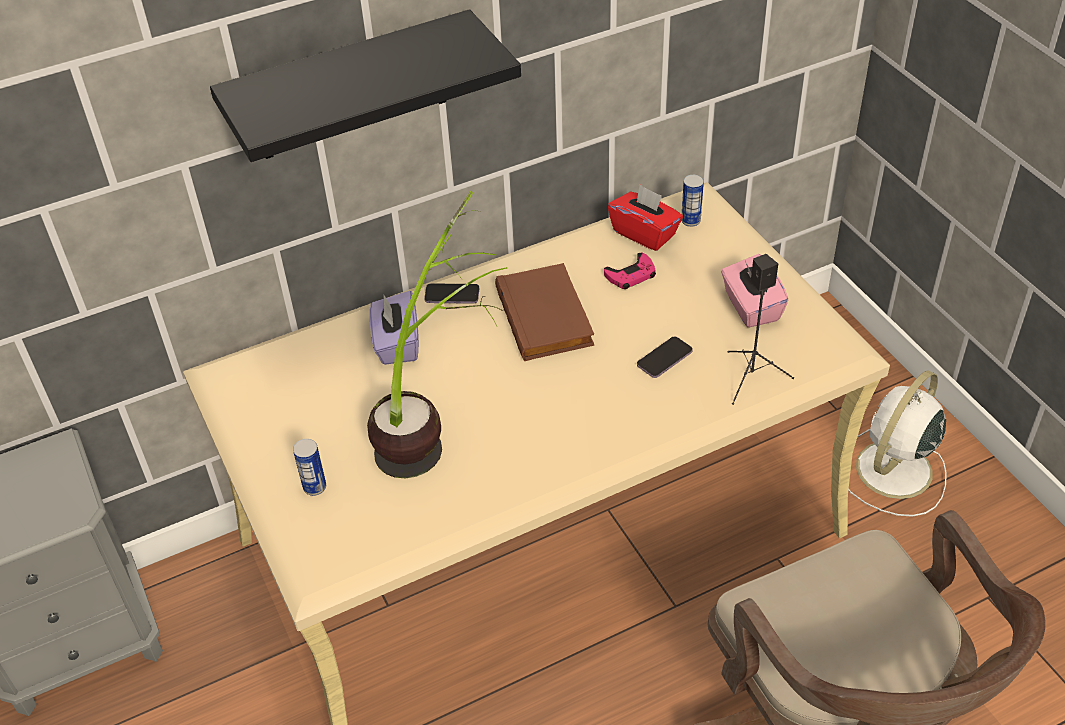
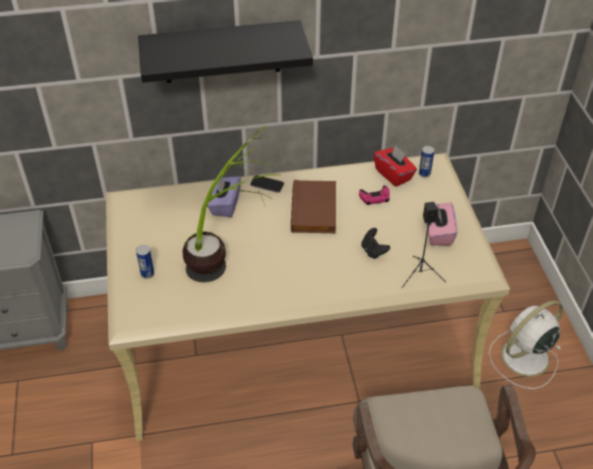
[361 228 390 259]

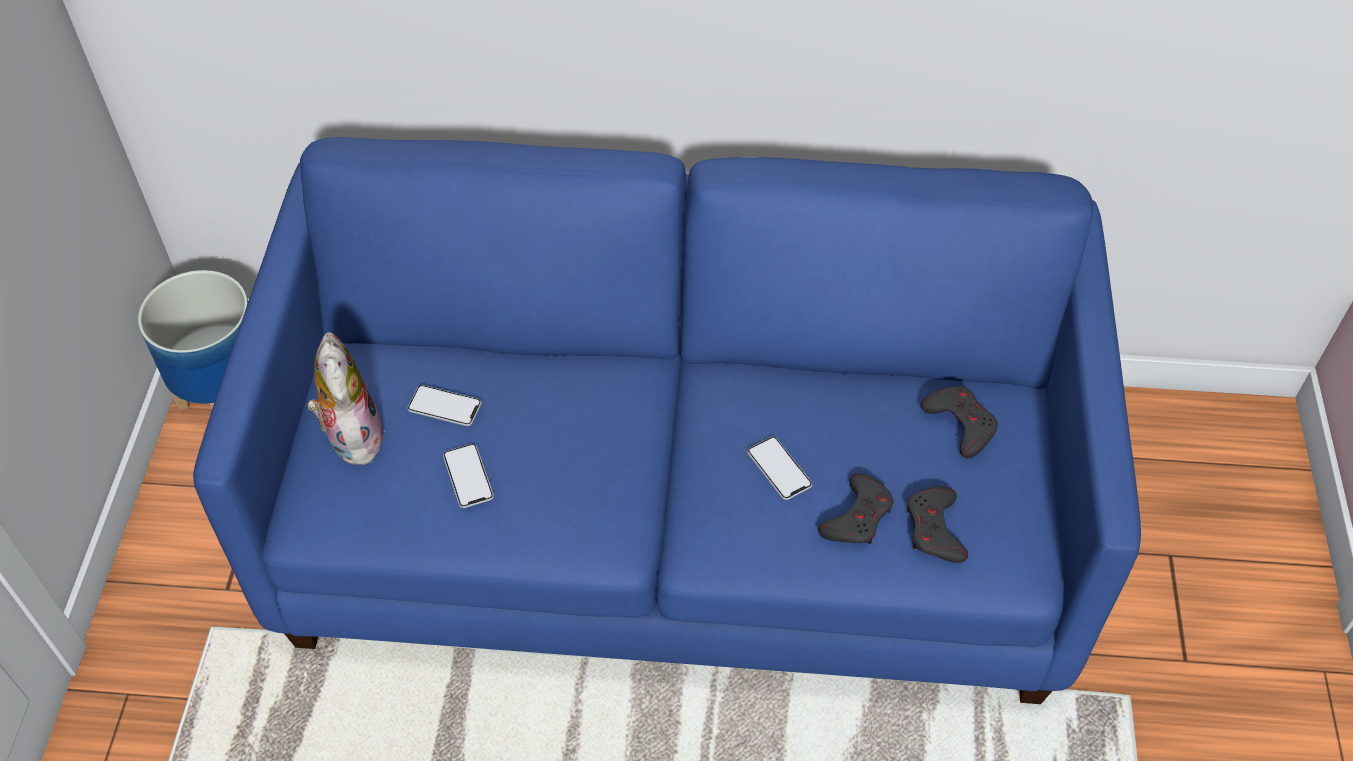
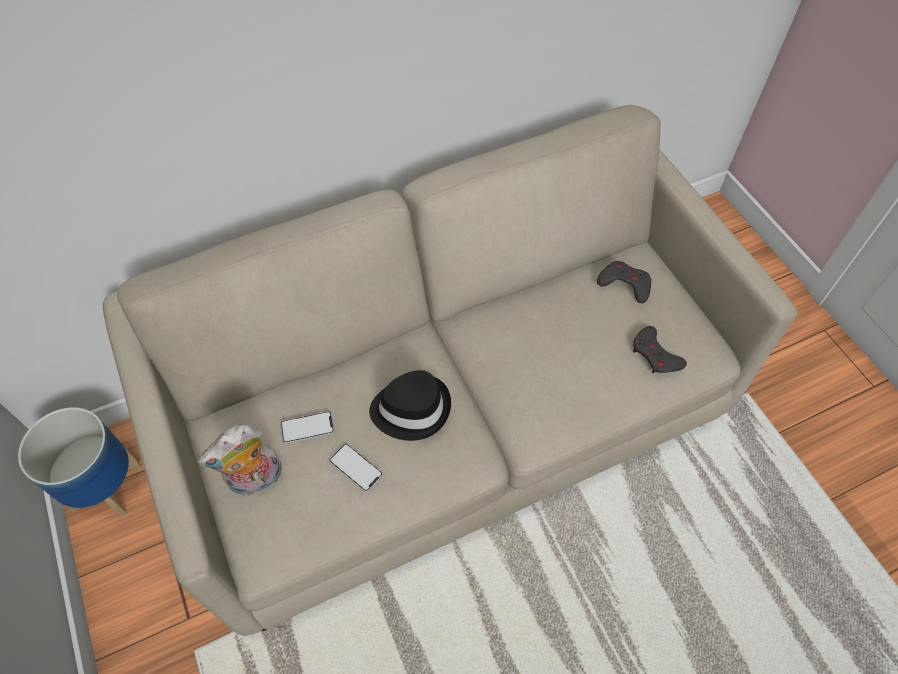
[103 105 798 636]
[198 424 282 496]
[747 437 812 500] (first image)
[818 473 894 544] (first image)
[369 370 451 441]

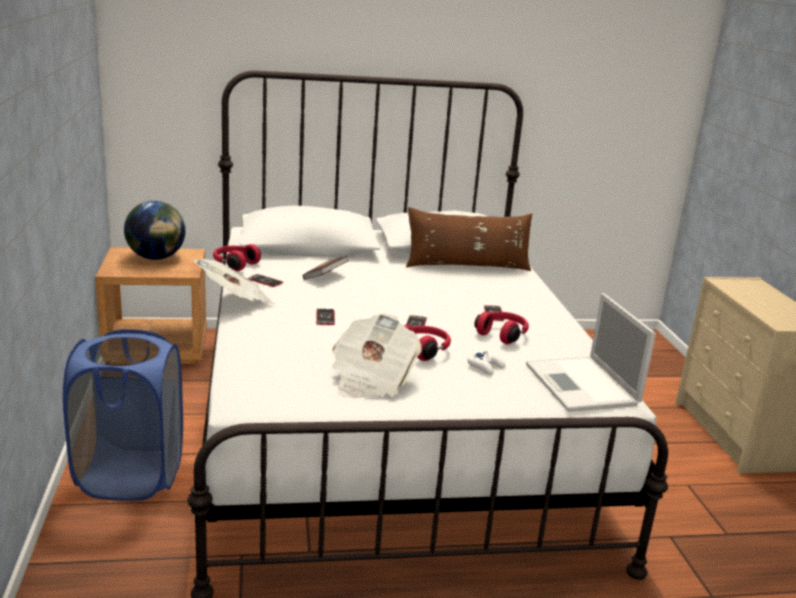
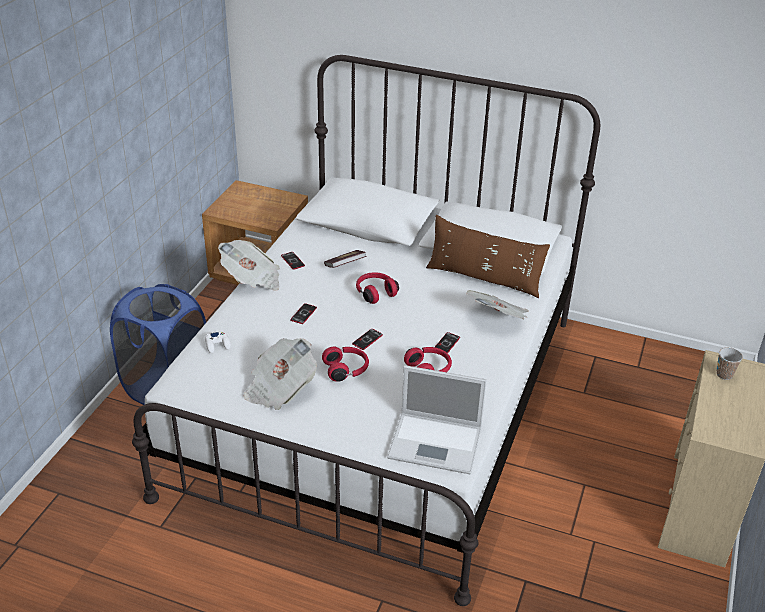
[124 201 185 260] (first image)
[356 272 399 304]
[205 331 231 353]
[387 365 487 474]
[466 290 529 320]
[717 347 743 380]

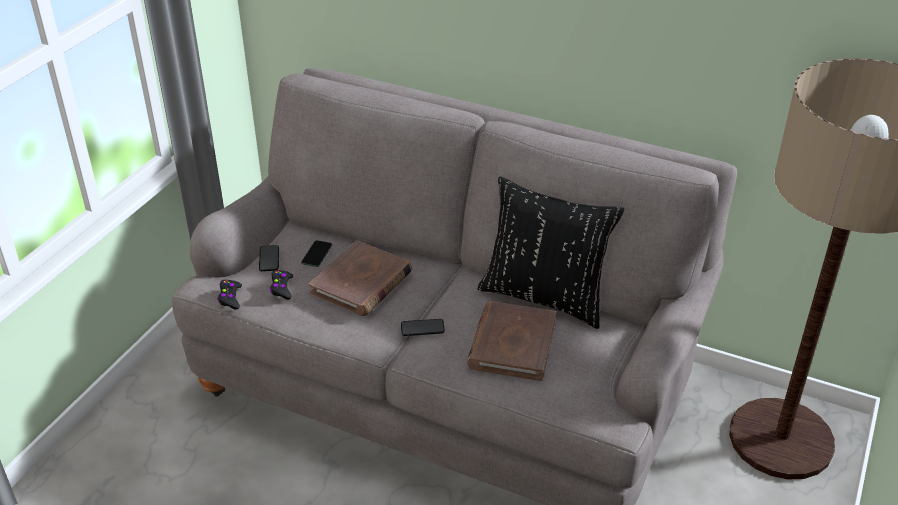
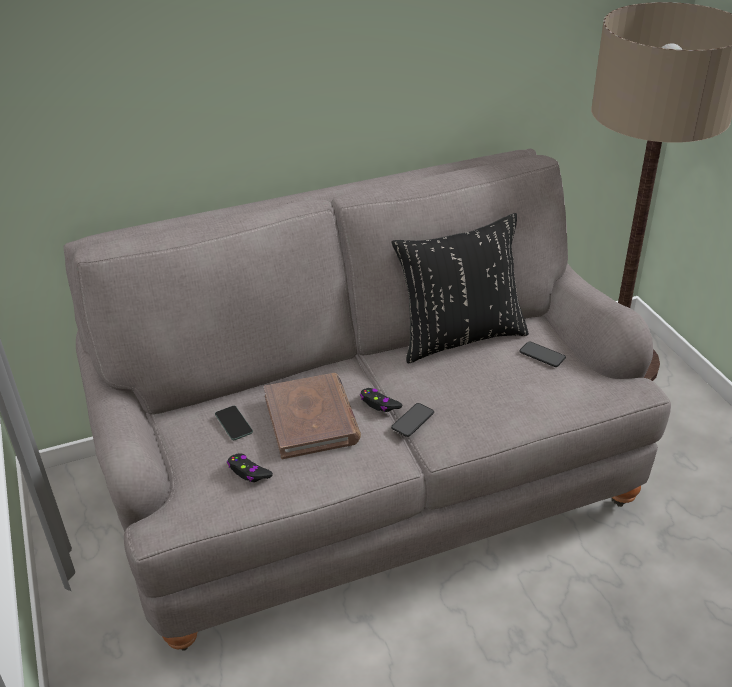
[360 388 402 412]
[519 341 566 367]
[467 301 557 381] (first image)

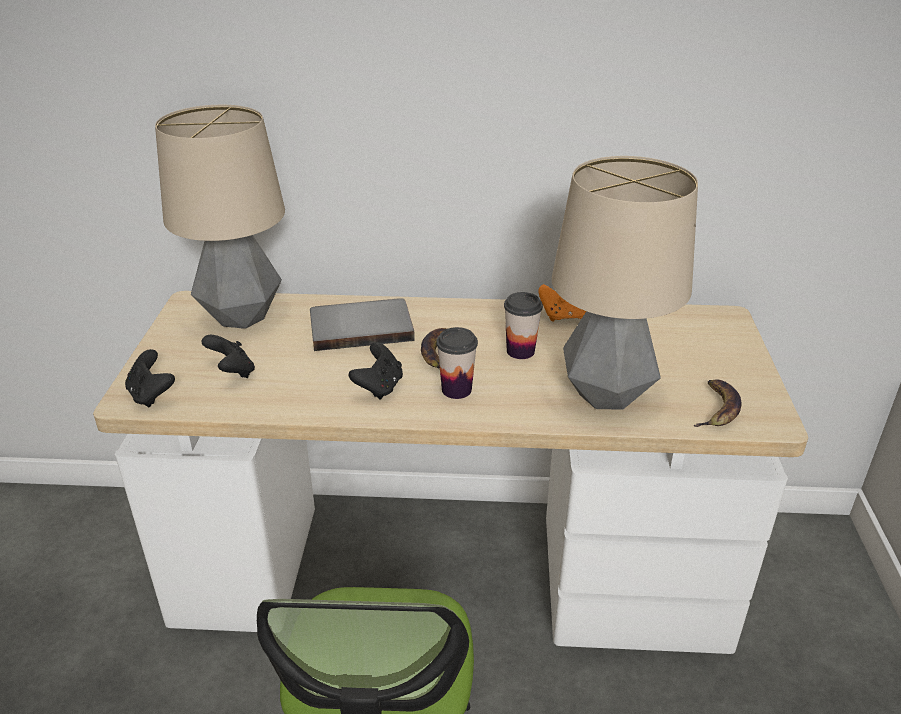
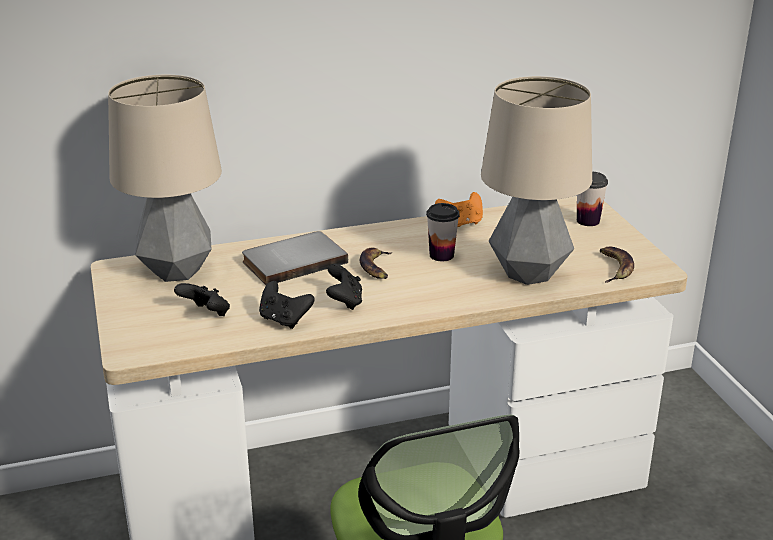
[259 281 315 329]
[577 172 608 226]

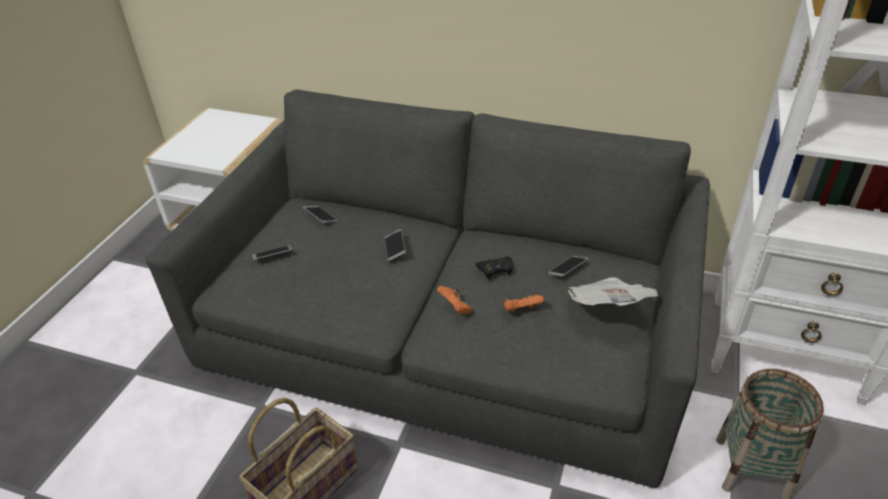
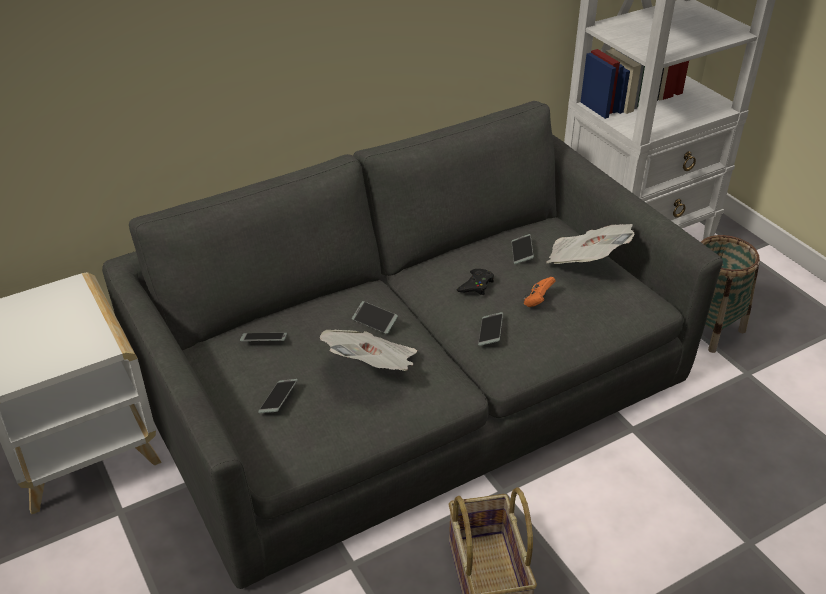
[478 312 503 346]
[320 330 417 371]

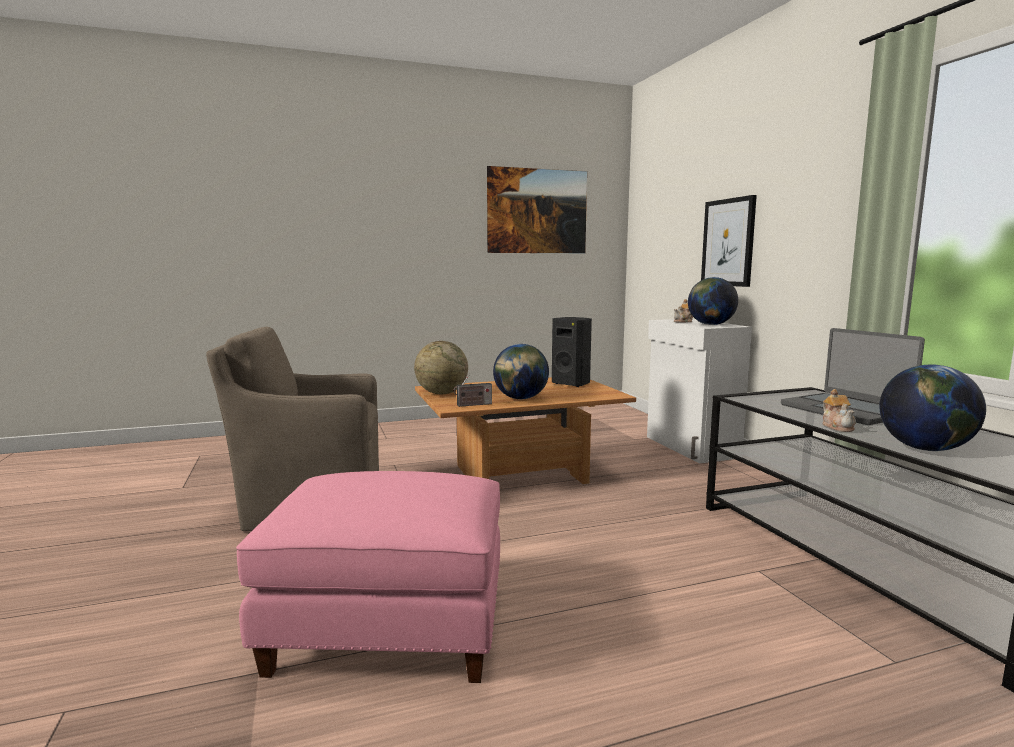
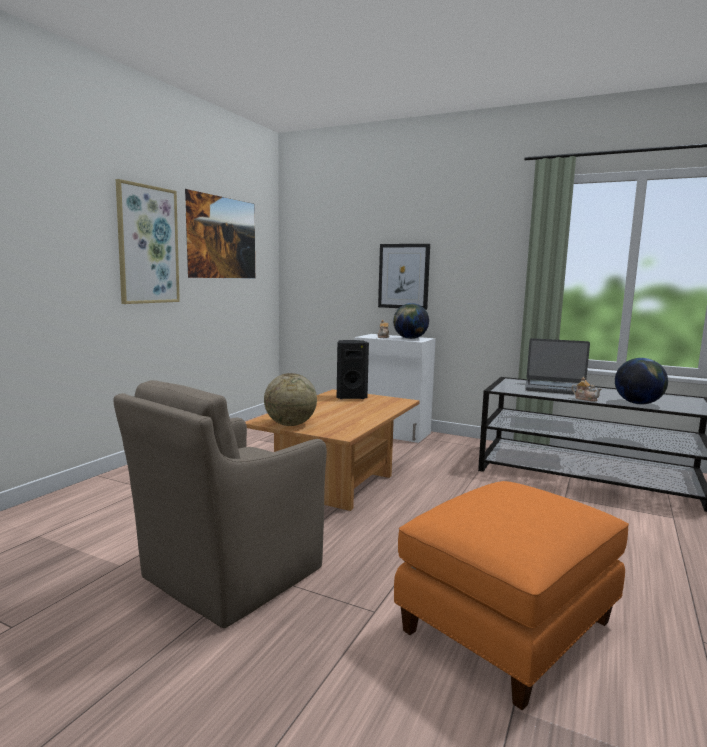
[394 481 629 710]
[453 374 492 407] (first image)
[493 344 549 399] (first image)
[116 179 180 304]

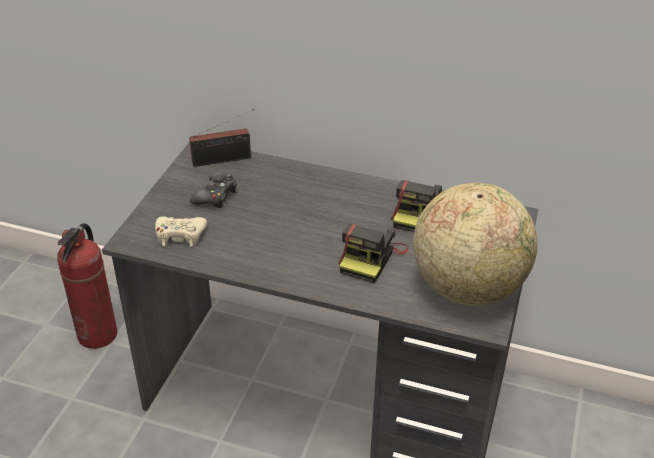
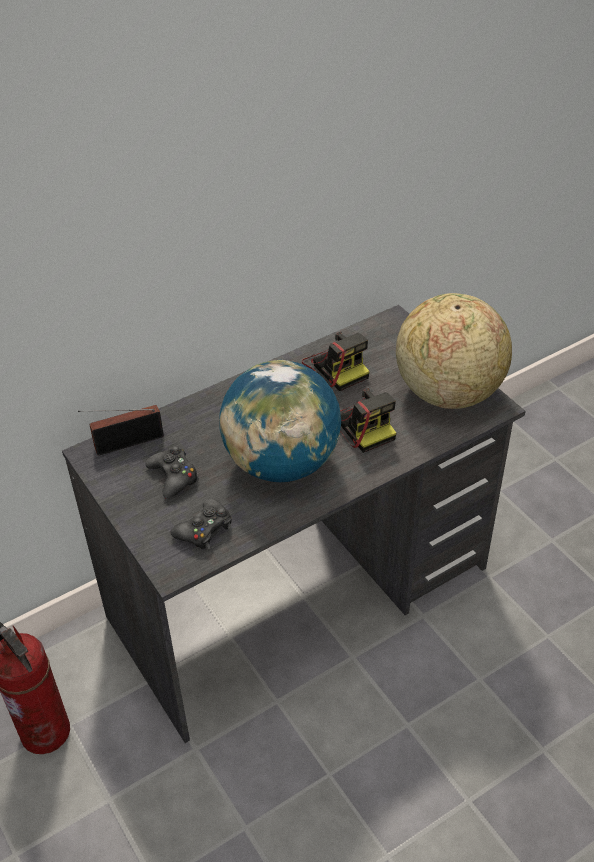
[171 498 232 550]
[78 405 164 456]
[219 360 341 482]

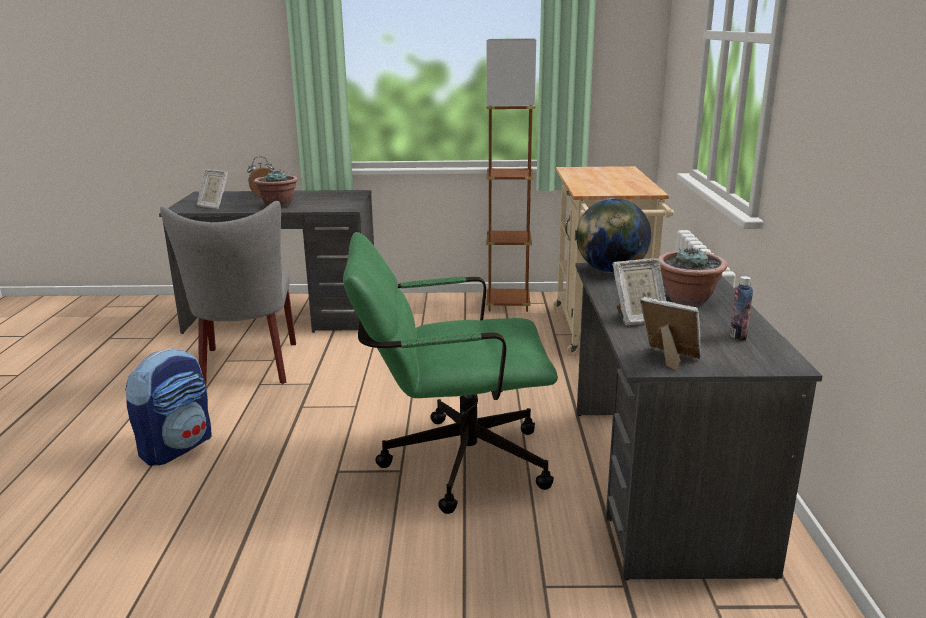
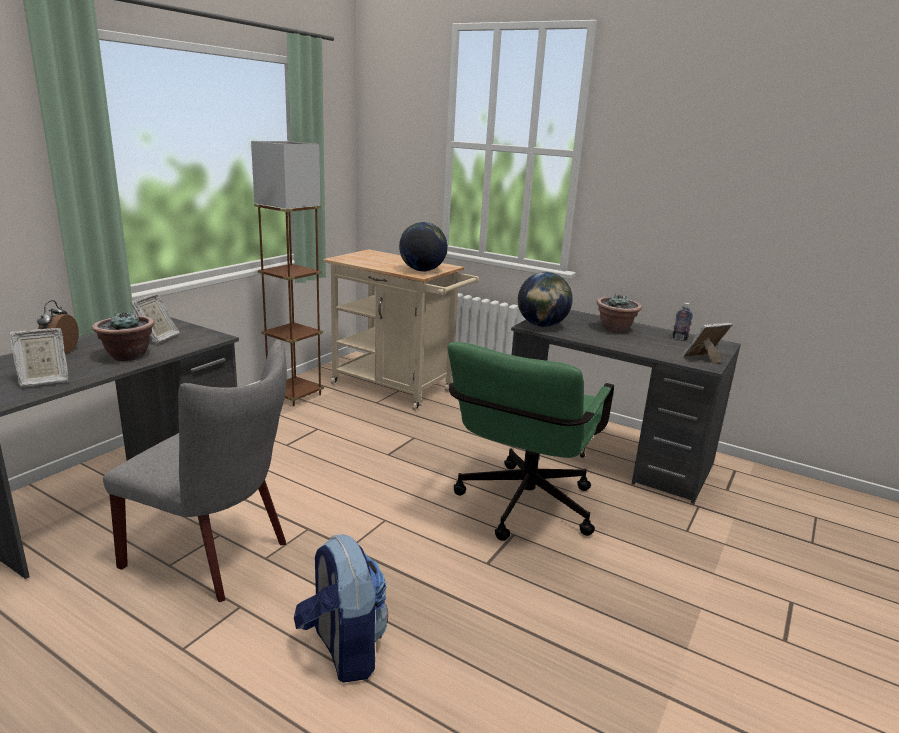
[130 294 180 344]
[399 222 448 272]

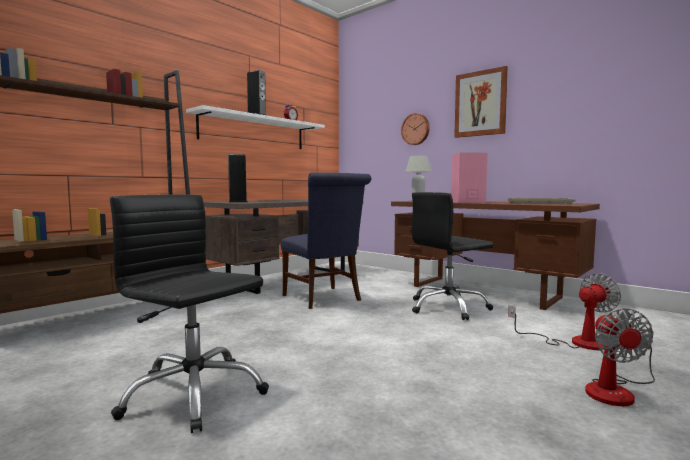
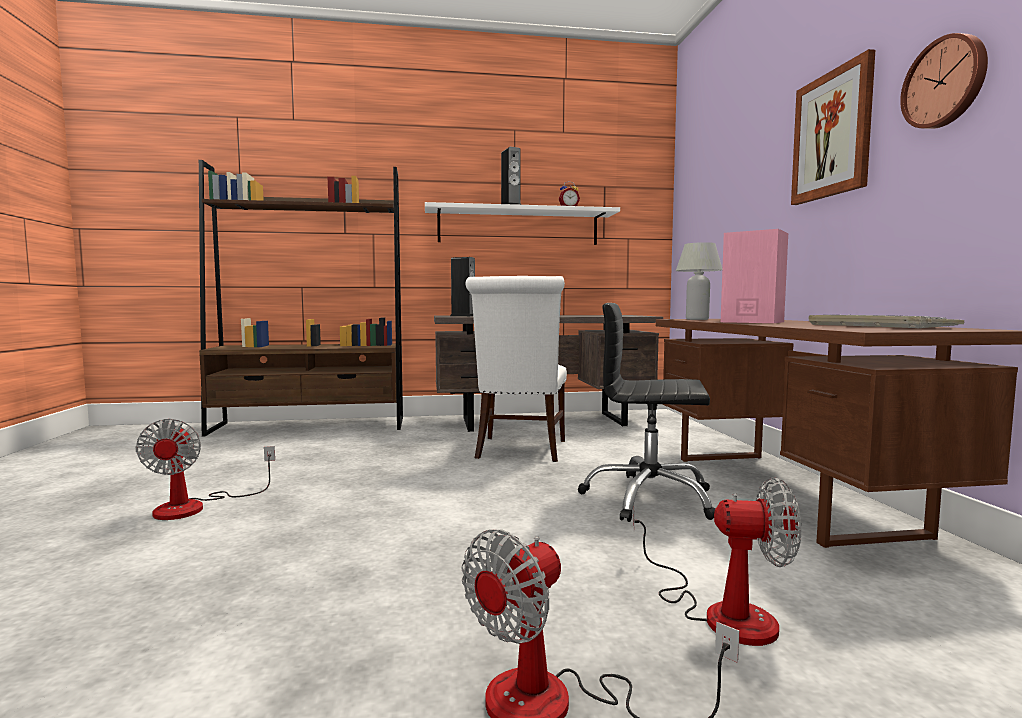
[135 419 275 520]
[466 276 567 462]
[900 33 988 129]

